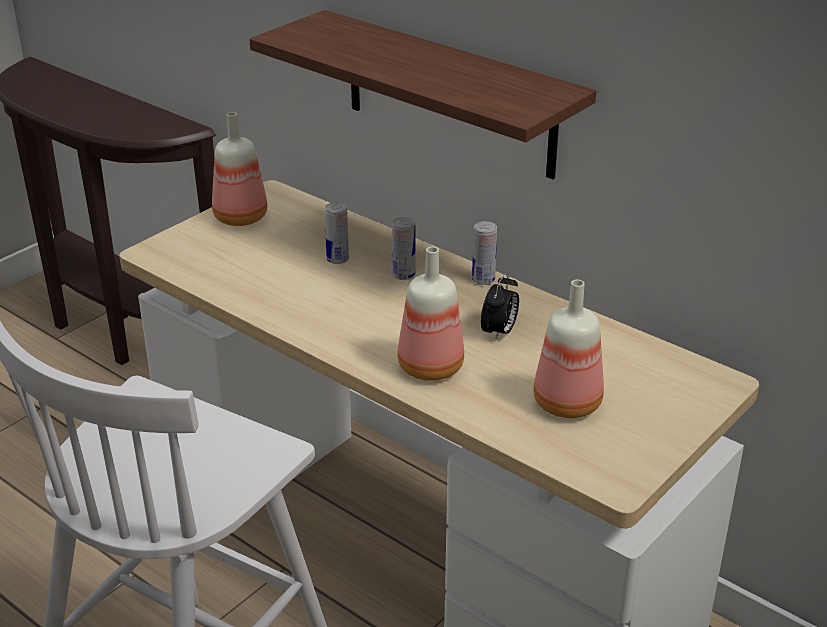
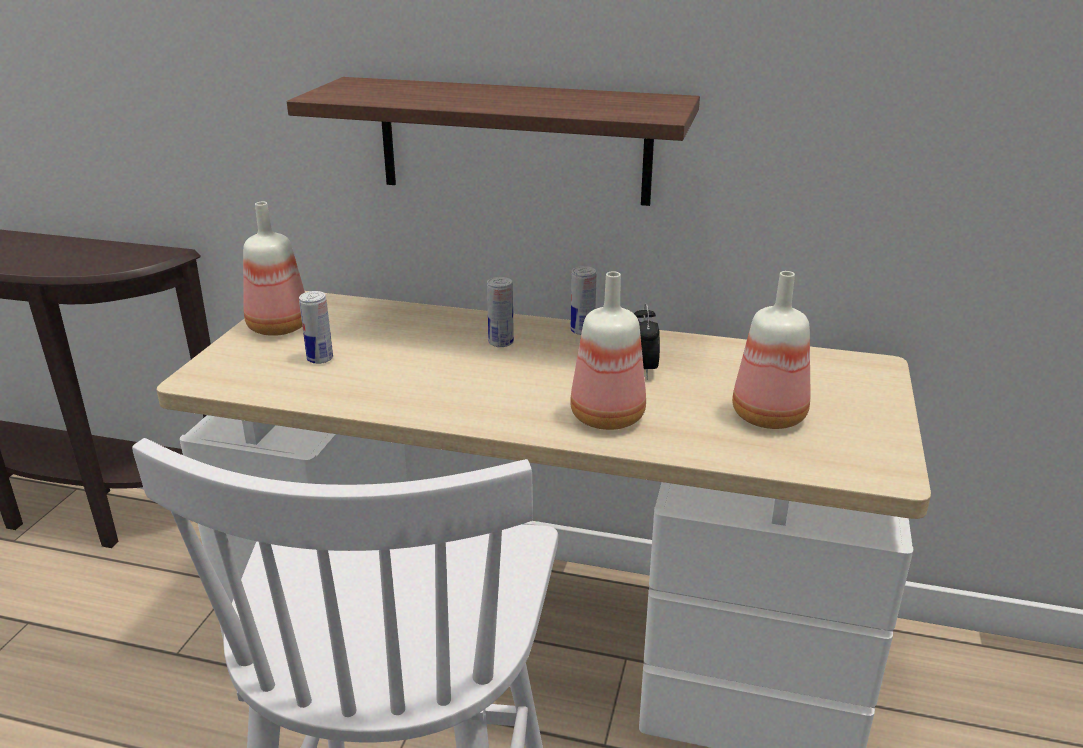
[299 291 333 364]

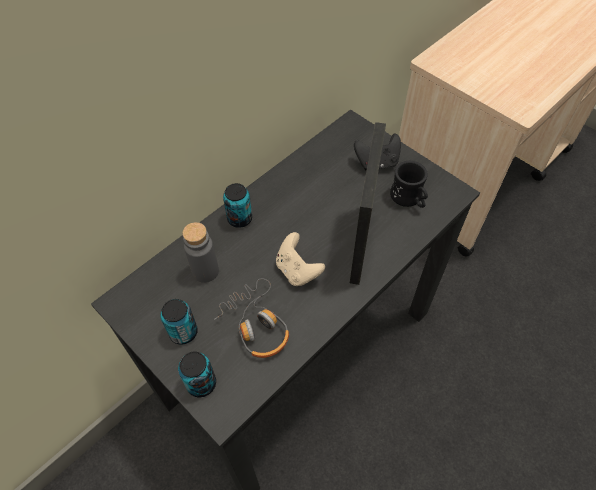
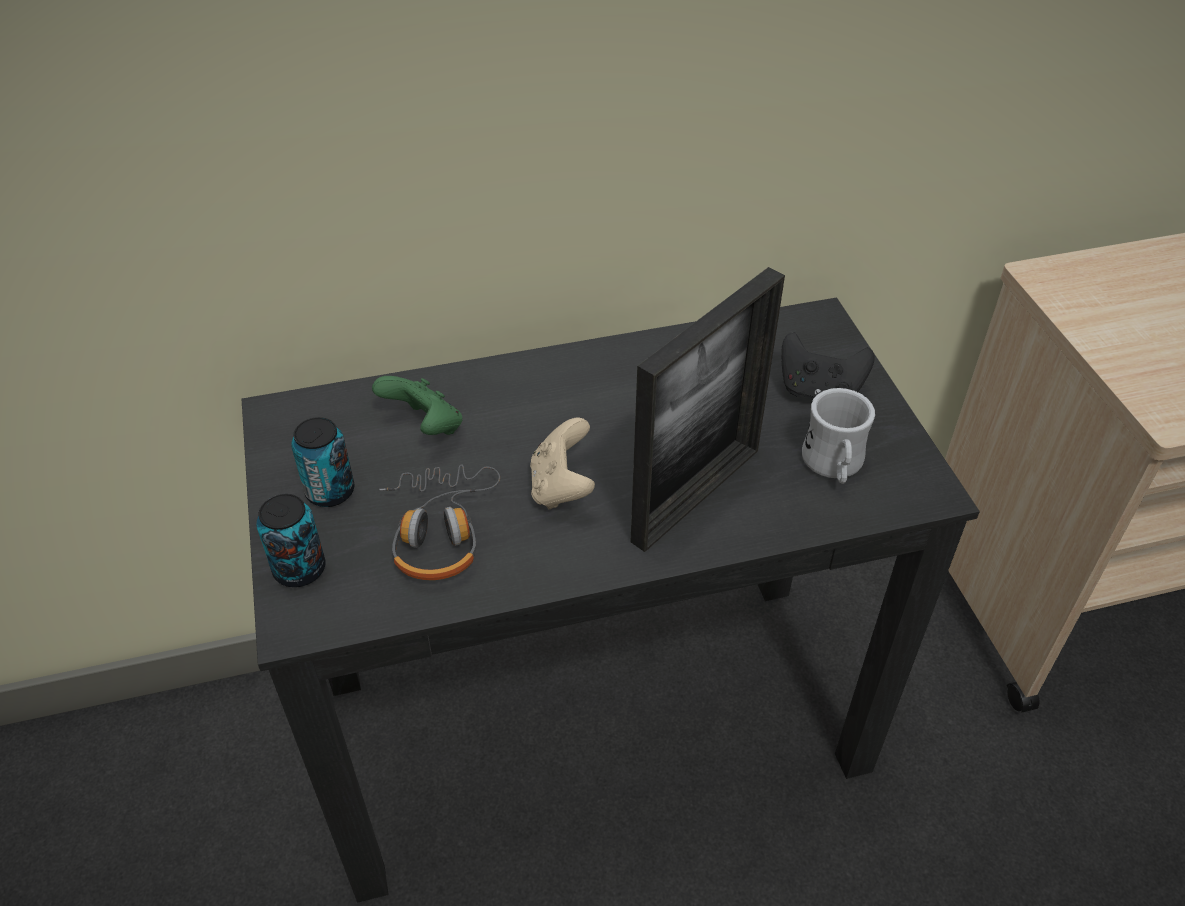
[372 376 462 435]
[223 183 252 228] (first image)
[802 388 875 484]

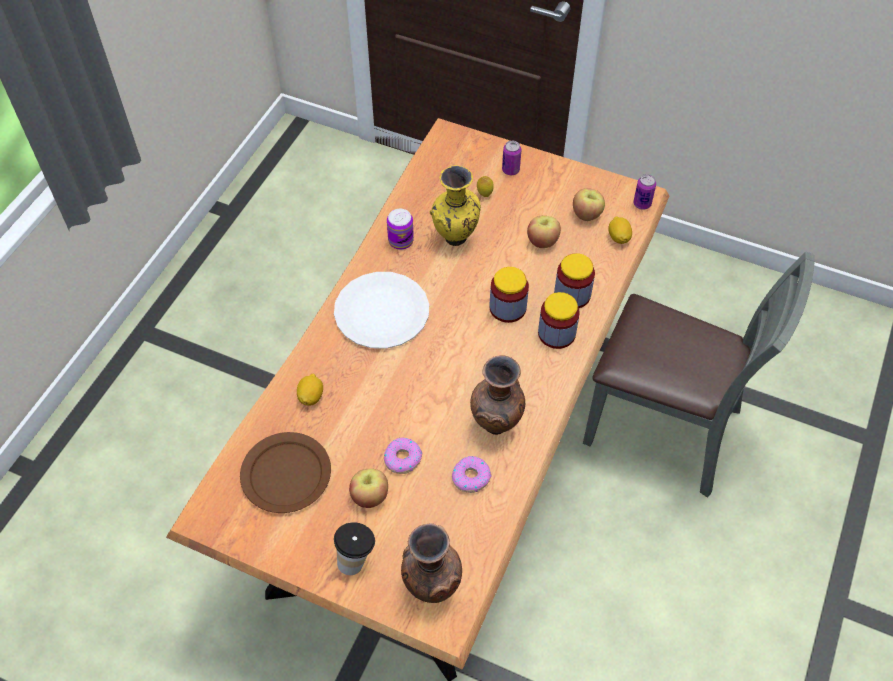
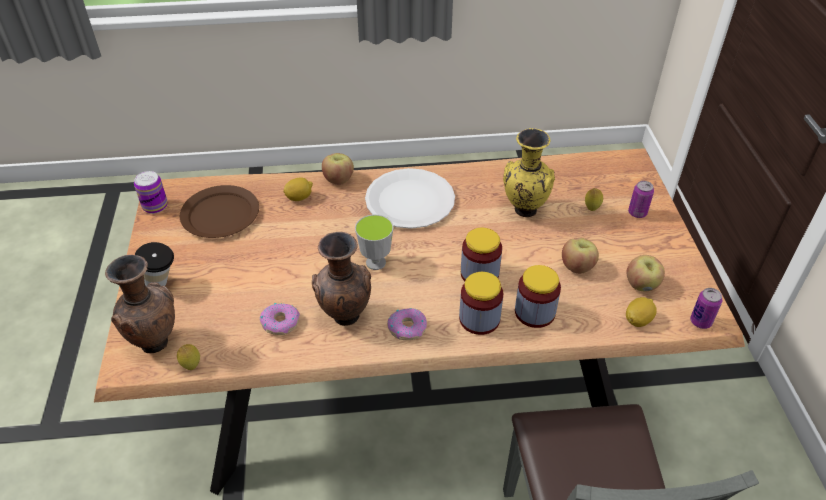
[322 153 354 185]
[387 308 427 340]
[134 171 167 214]
[177 344 200 370]
[355 214 394 270]

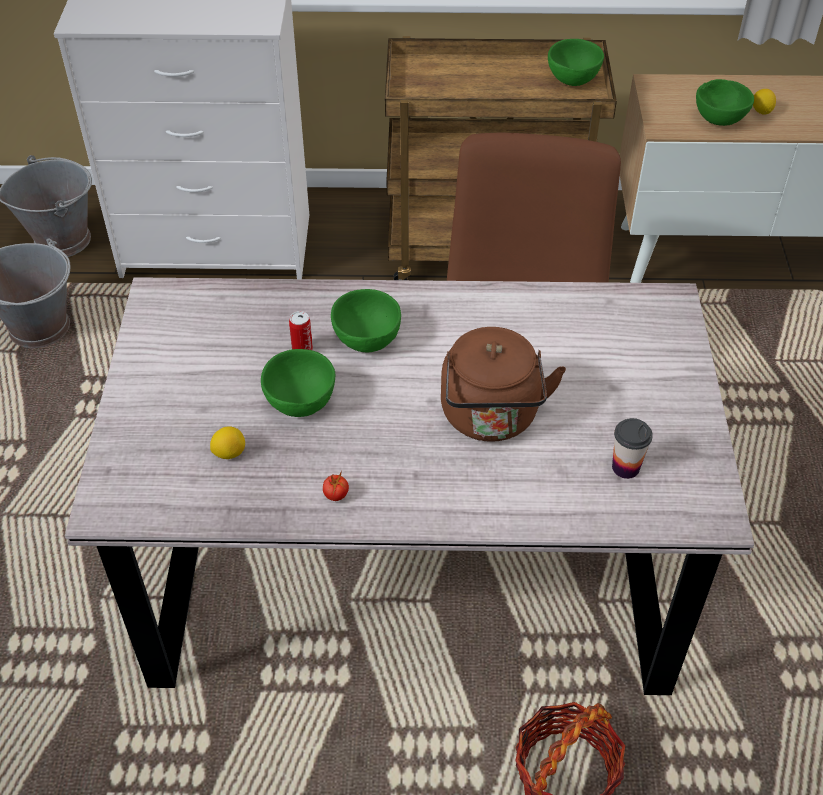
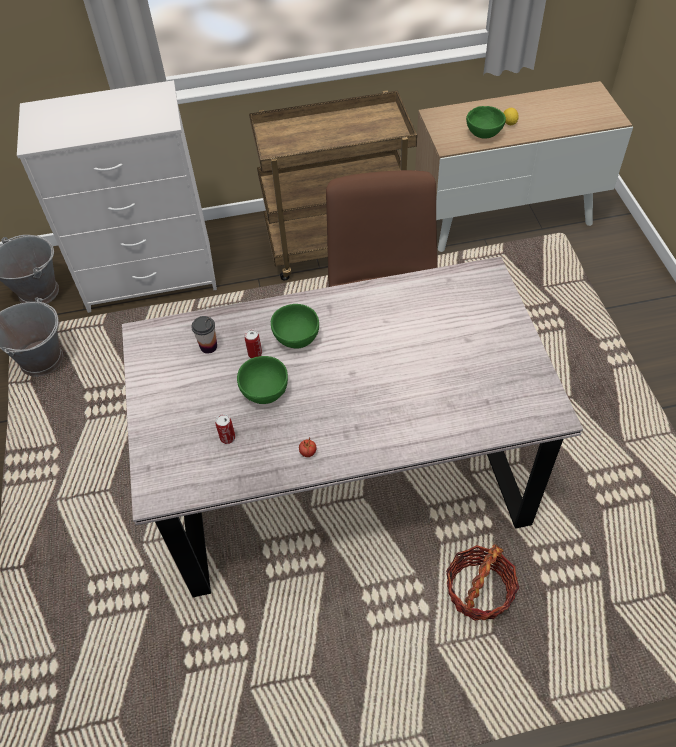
[215 414 236 444]
[441 327 566 442] (first image)
[548 39 604 86] (first image)
[191 316 217 354]

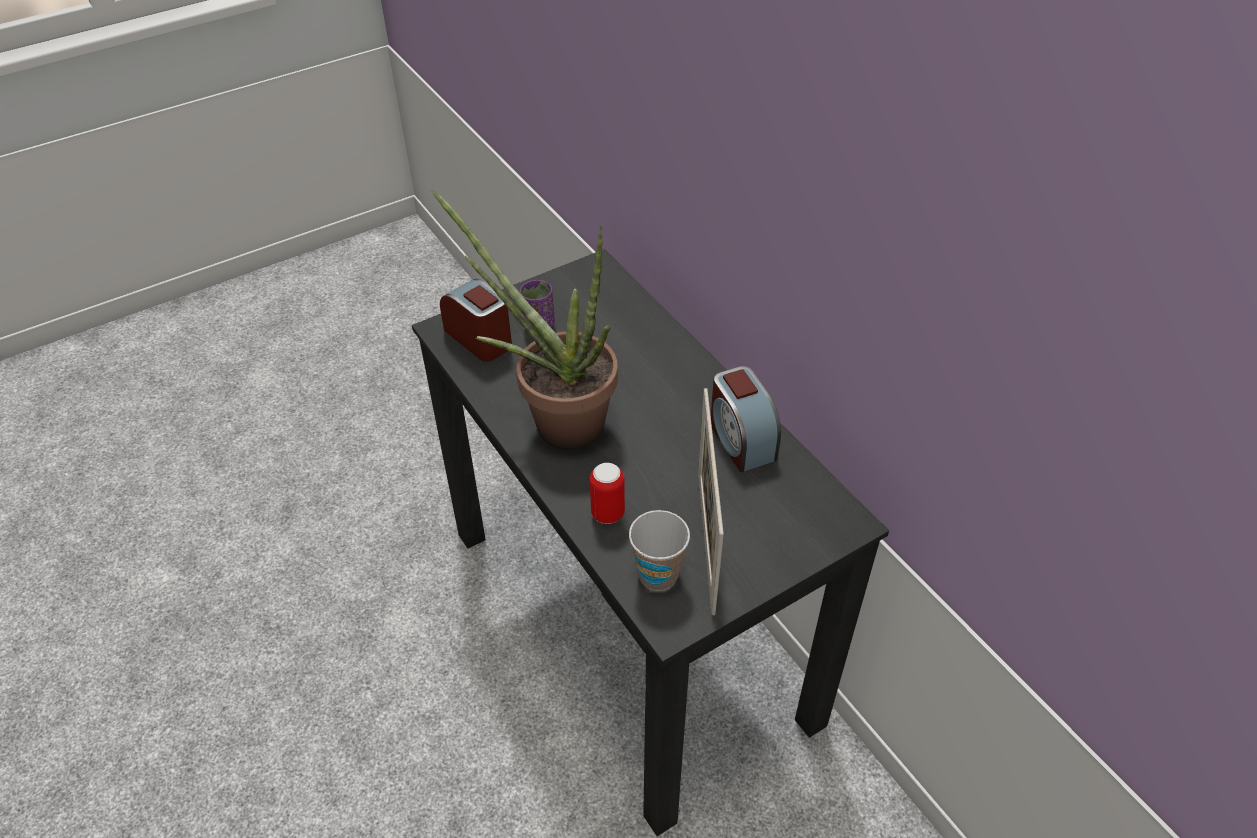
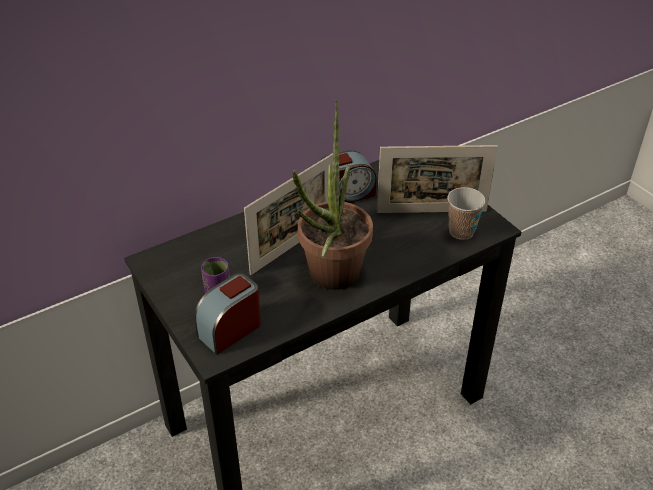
[590 463 625 524] (first image)
[244 153 333 275]

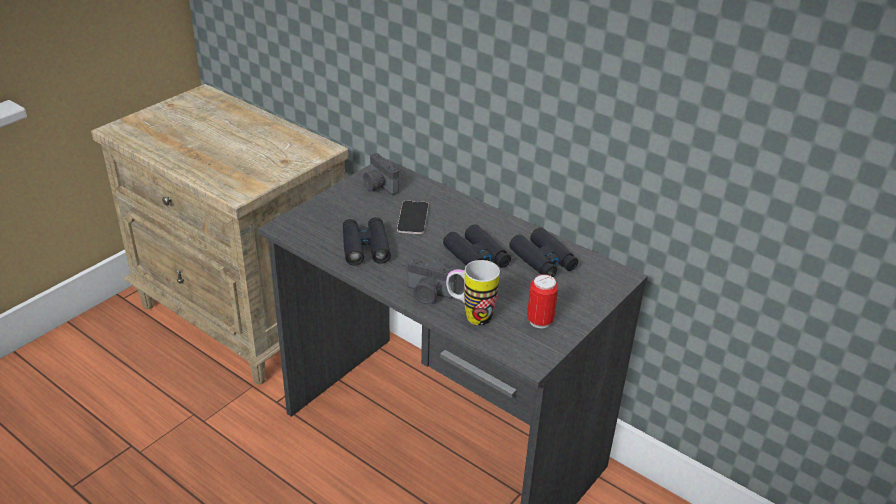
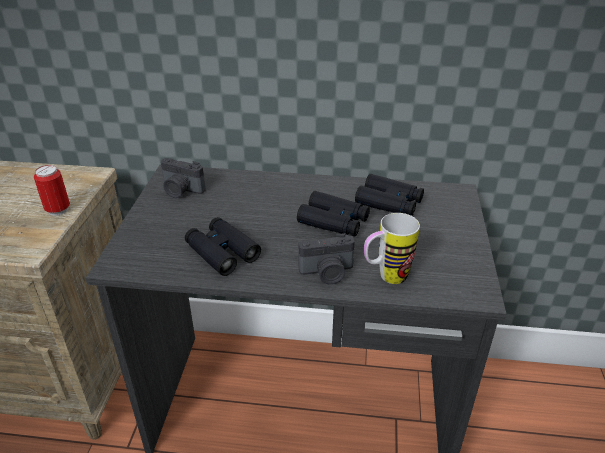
[397 201 429 234] (first image)
[34 165 70 216]

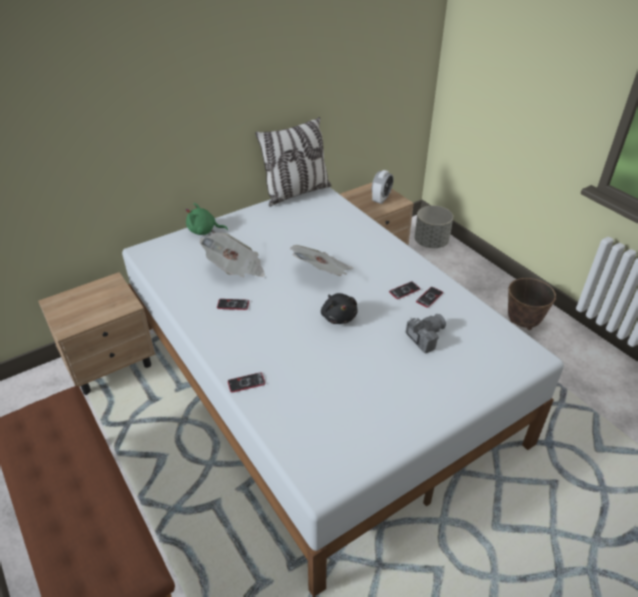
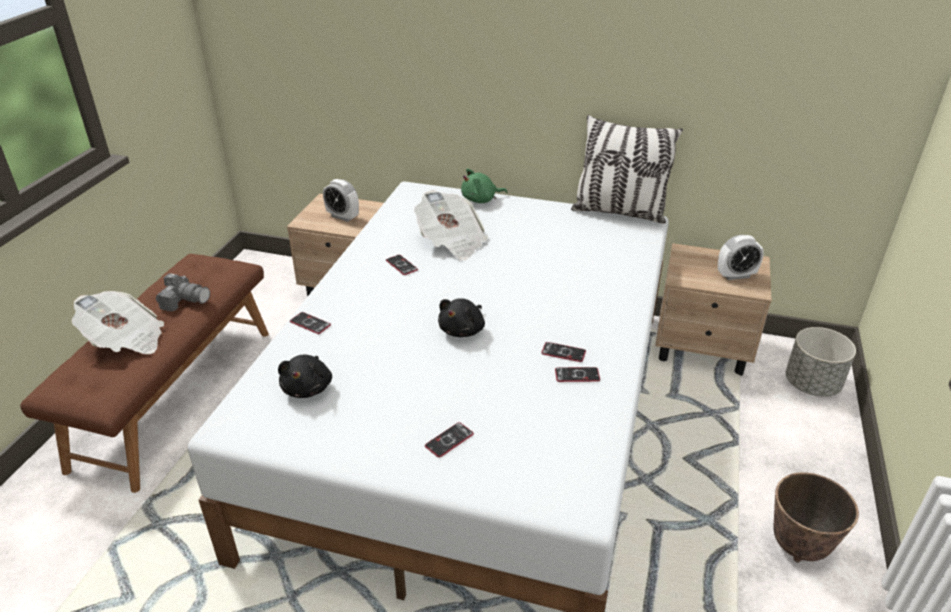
[461 168 507 203]
[71 291 164 354]
[156 273 210 311]
[278 354 332 398]
[323 179 359 222]
[425 422 474 458]

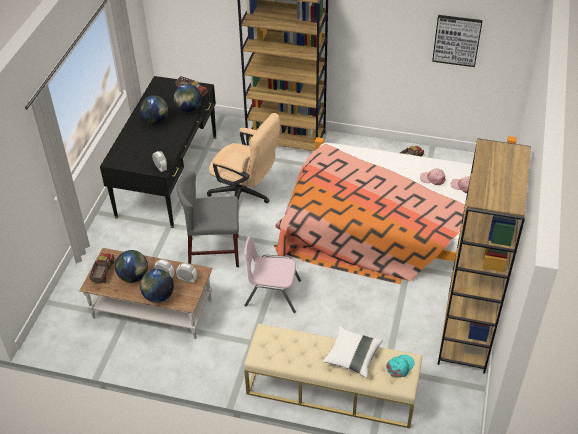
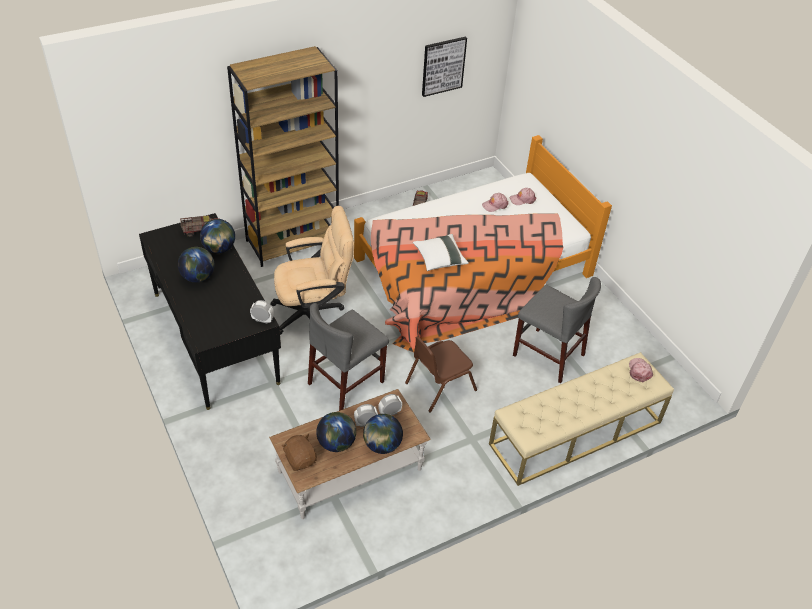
[281 434 317 471]
[405 336 477 413]
[413 234 469 271]
[629 358 653 382]
[438 138 531 374] (first image)
[513 277 601 383]

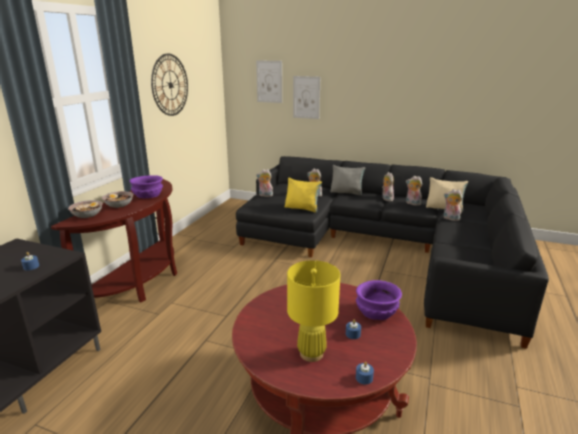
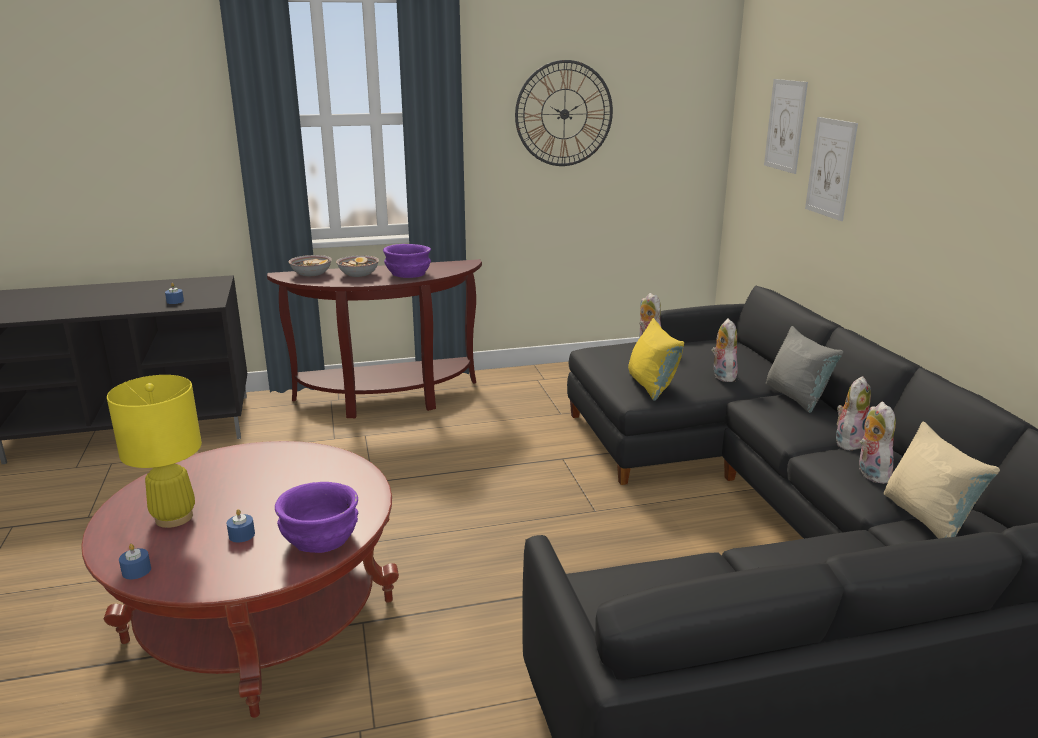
[444 189 462 221] (first image)

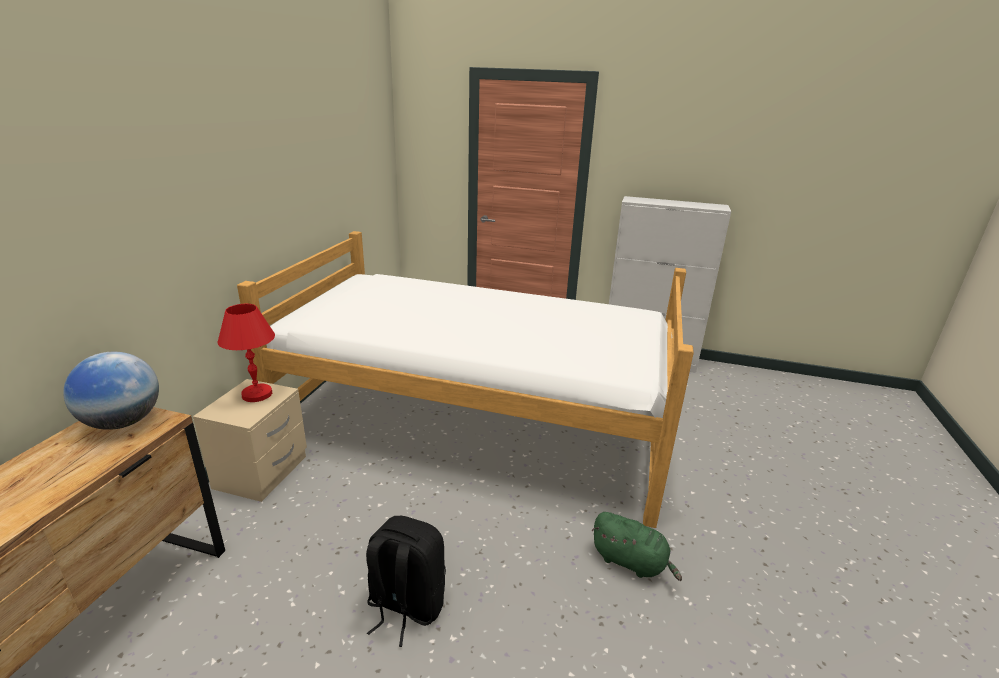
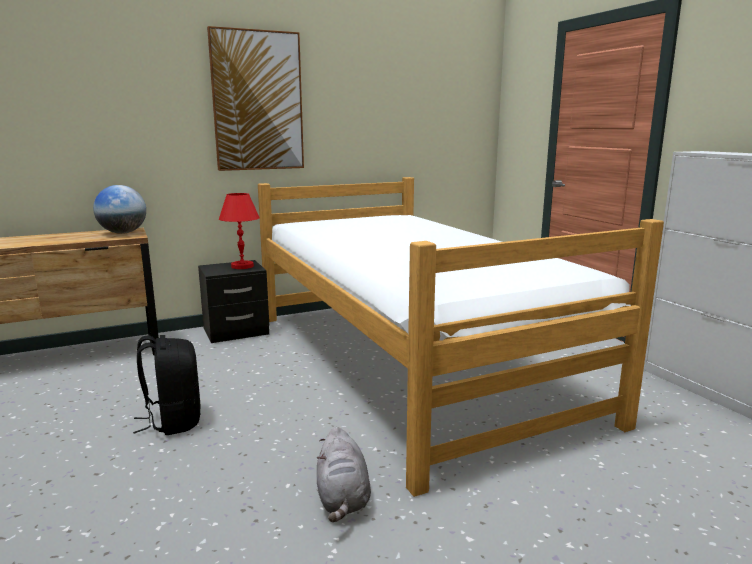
[198 260 269 343]
[317 427 371 522]
[207 26 304 171]

